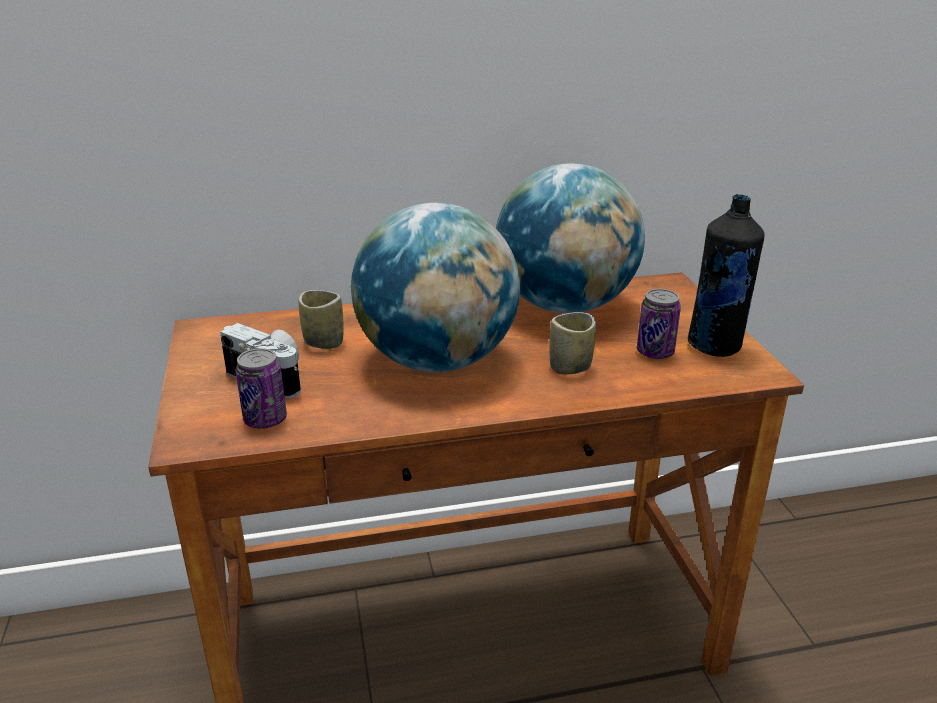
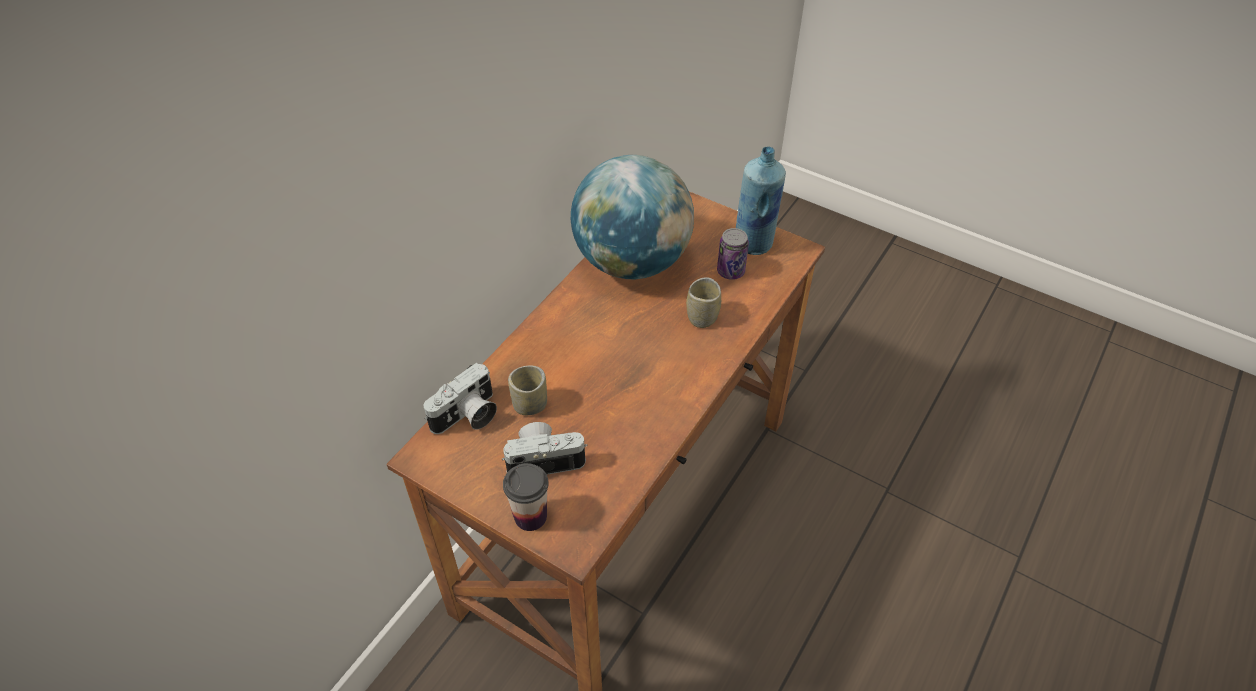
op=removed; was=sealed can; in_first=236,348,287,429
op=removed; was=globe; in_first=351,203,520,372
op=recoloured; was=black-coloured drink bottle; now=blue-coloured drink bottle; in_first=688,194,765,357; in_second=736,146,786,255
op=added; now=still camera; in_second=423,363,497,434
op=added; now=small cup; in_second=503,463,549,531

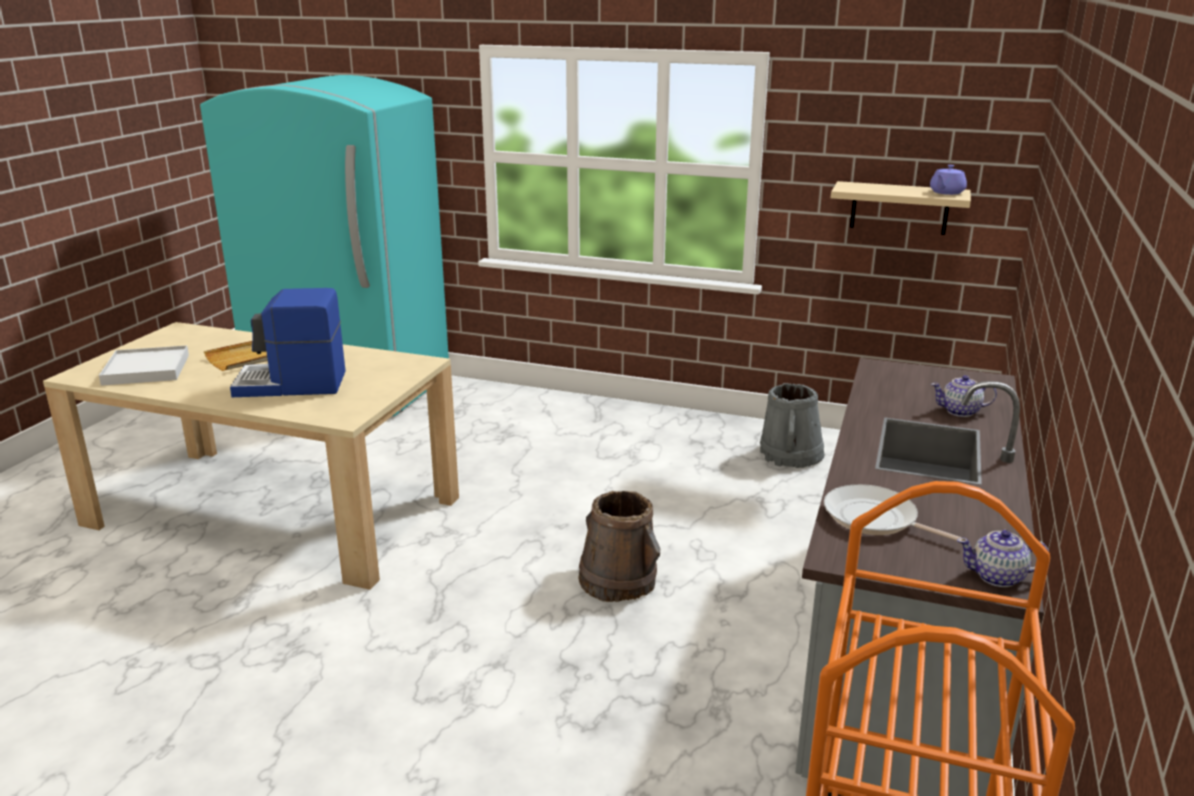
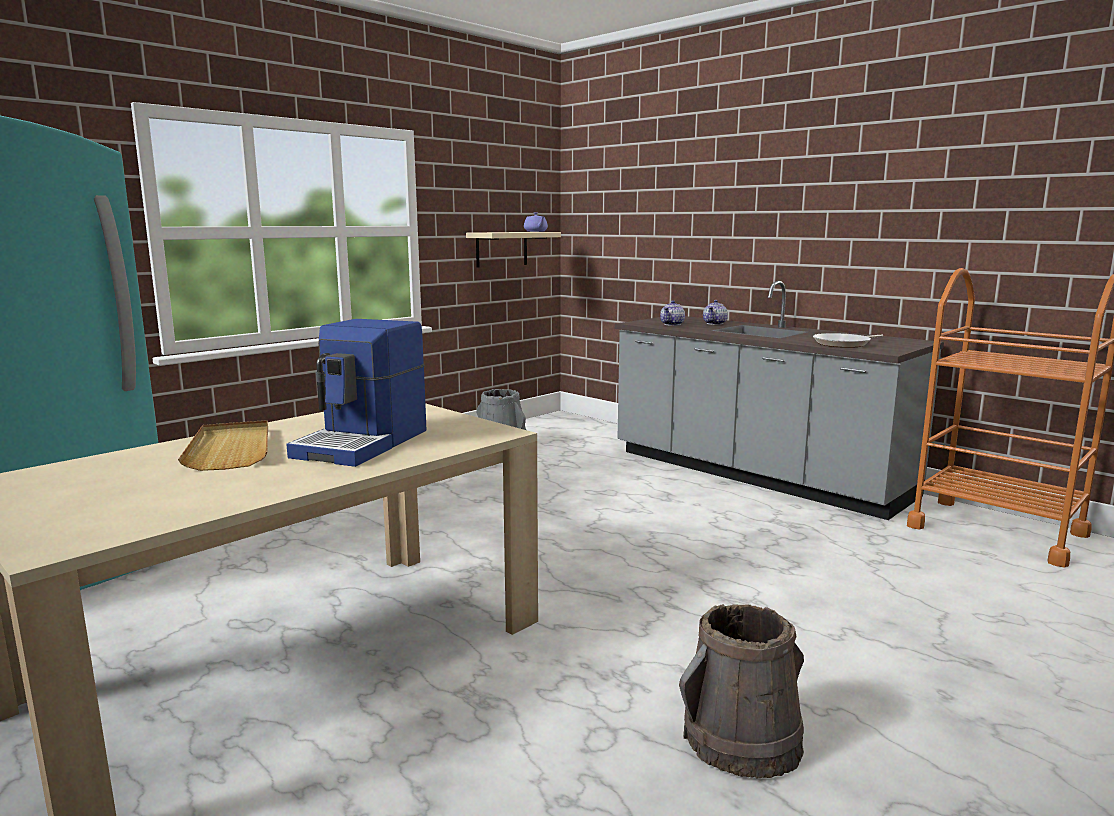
op=removed; was=white-coloured carrying tray; in_first=99,345,189,386
op=moved; was=brownish pail; in_first=578,491,660,602; in_second=679,604,804,779
op=moved; was=pot for tea; in_first=957,530,1049,587; in_second=660,300,685,326

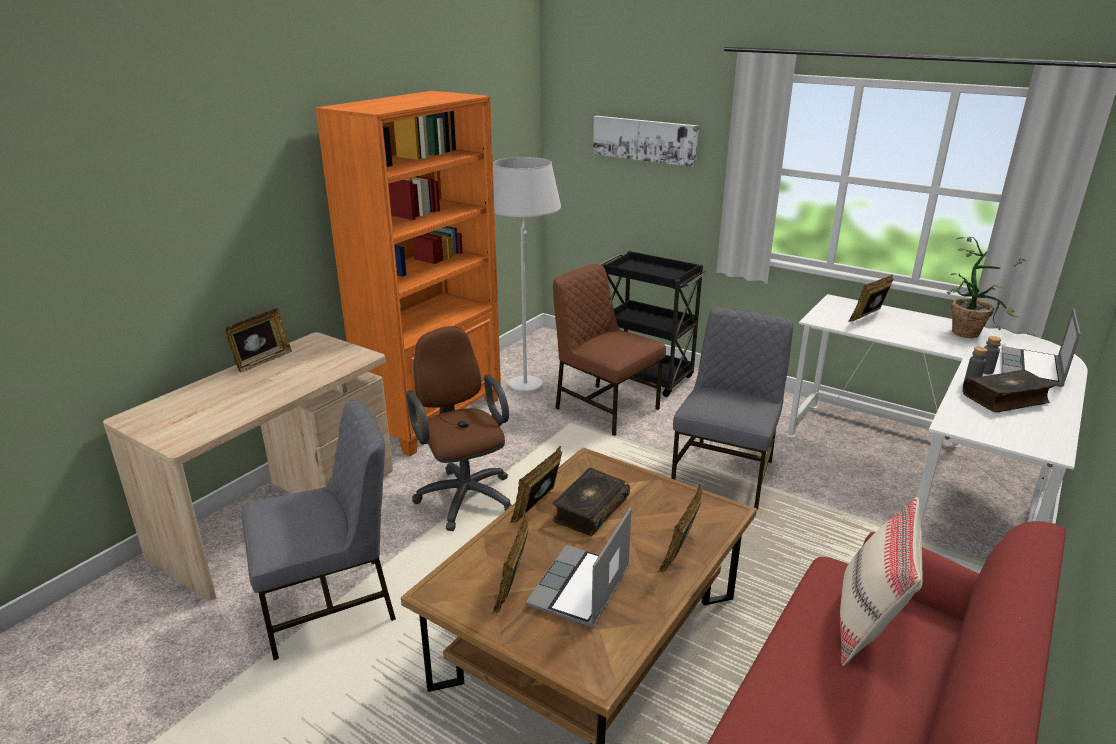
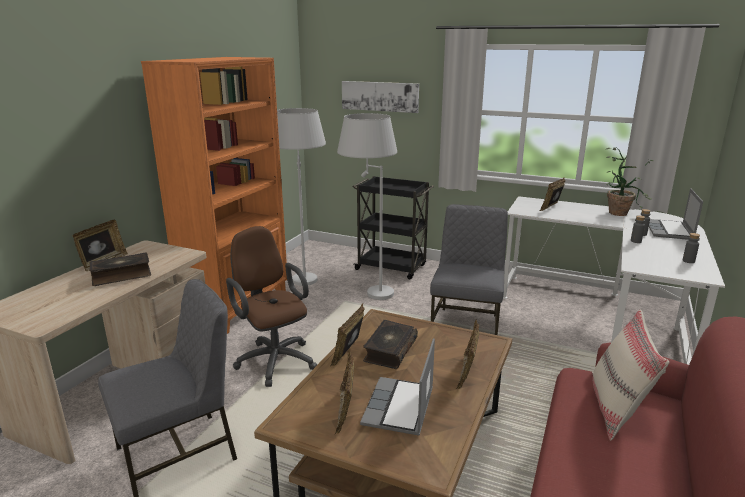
op=replaced; was=brownish upright chair; now=white-coloured standard lamp; in_first=553,264,666,436; in_second=337,113,397,300
op=moved; was=book; in_first=963,370,1055,413; in_second=89,252,151,286
op=added; now=gray drink bottle; in_second=683,233,700,263

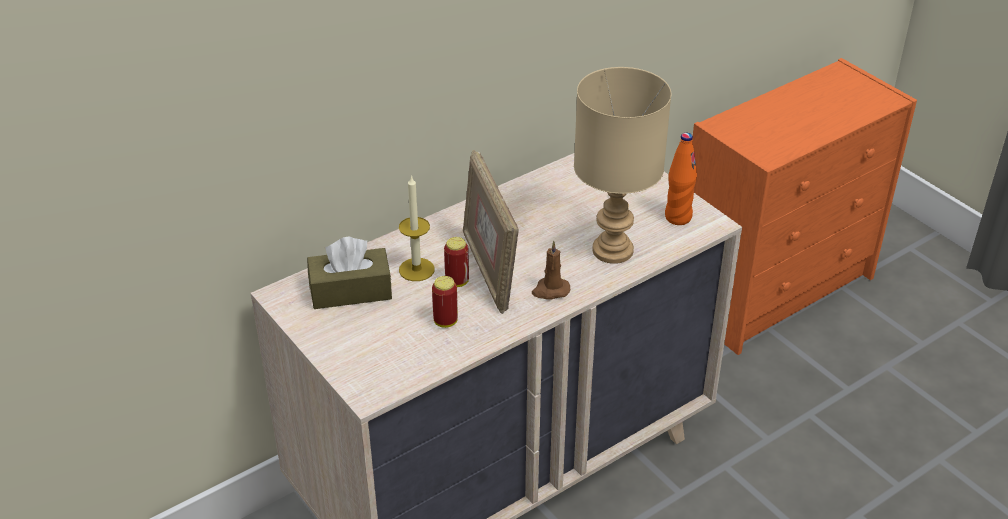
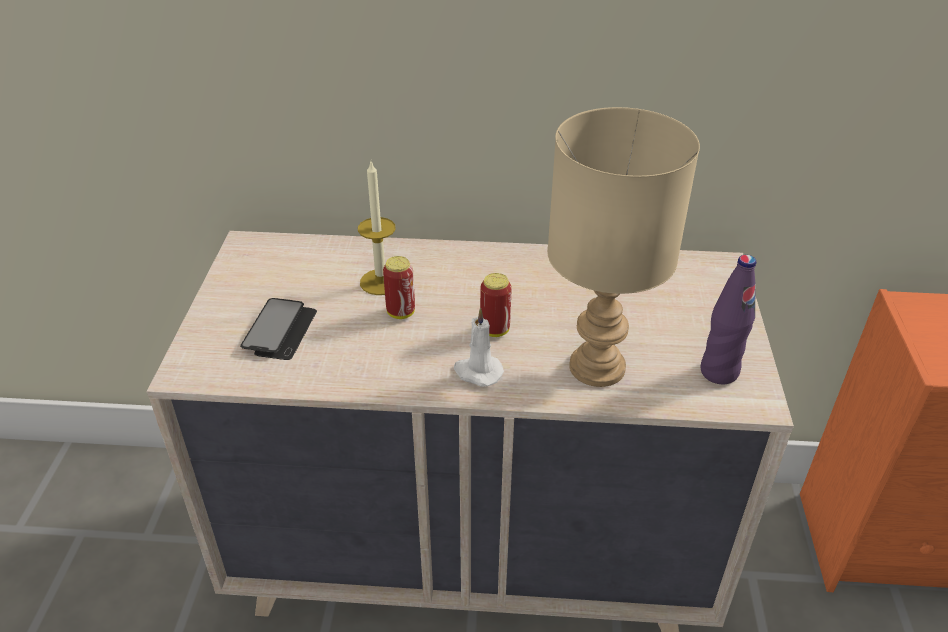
op=removed; was=brownish tissue holder; in_first=307,236,392,309
op=moved; was=sealed can; in_first=432,276,458,328; in_second=480,273,512,337
op=removed; was=picture frame; in_first=463,150,519,314
op=recoloured; was=brownish candle; now=white-coloured candle; in_first=532,241,570,299; in_second=454,308,504,387
op=recoloured; was=orange drink bottle; now=purplish drink bottle; in_first=665,133,697,225; in_second=701,255,756,384
op=added; now=handset; in_second=240,298,317,360

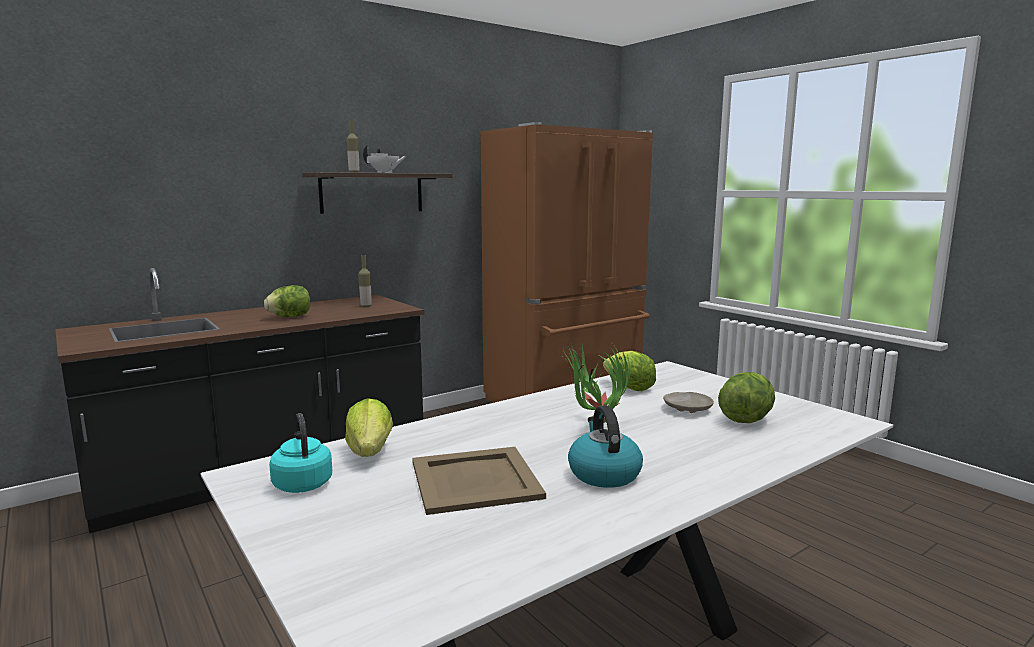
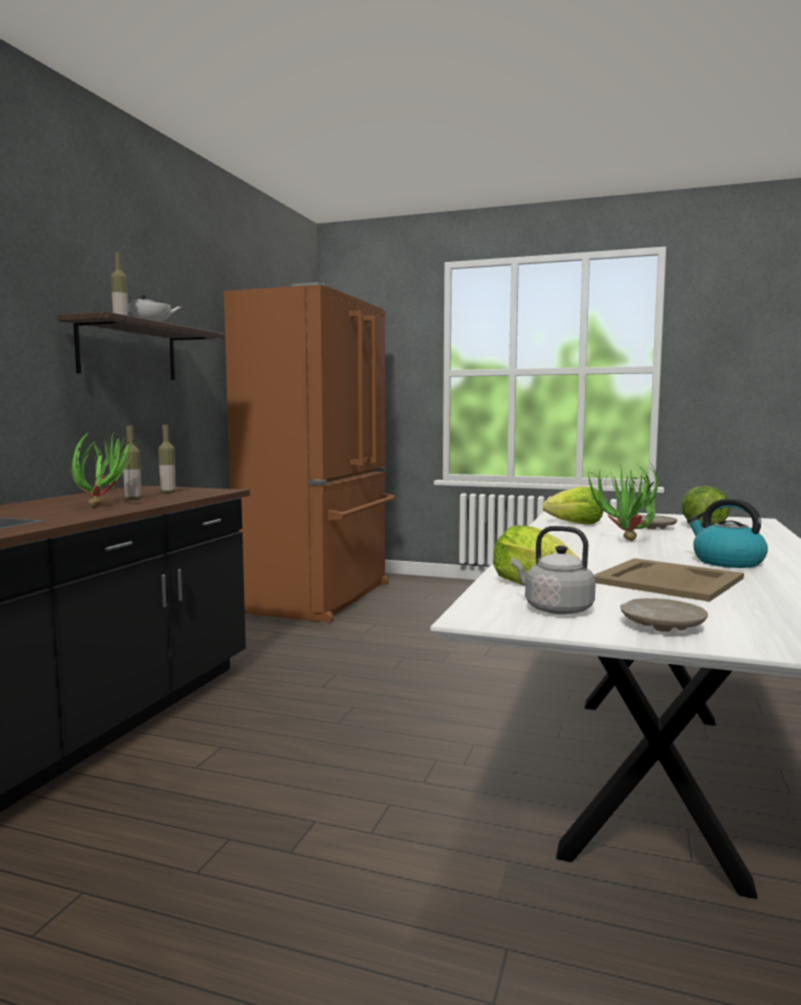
op=replaced; was=lettuce; now=potted plant; in_first=264,285,310,317; in_second=70,432,135,507
op=recoloured; was=turquoise kettle; now=gray kettle; in_first=269,413,332,493; in_second=511,526,596,615
op=added; now=drink bottle; in_second=122,426,141,500
op=added; now=sand-coloured dinner plate; in_second=620,598,708,632

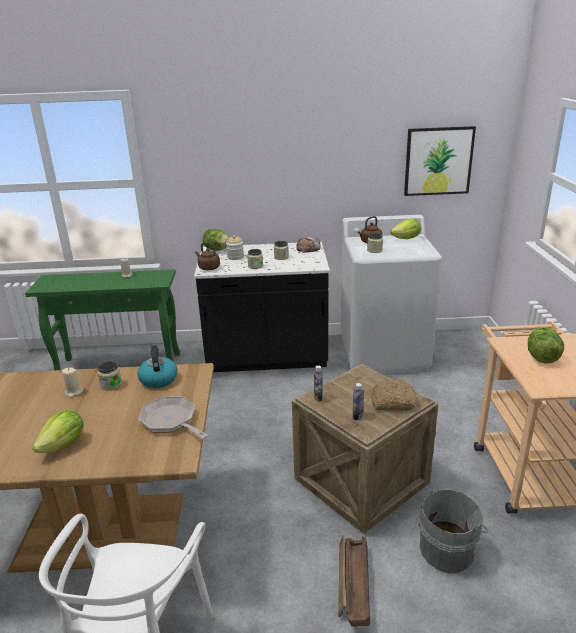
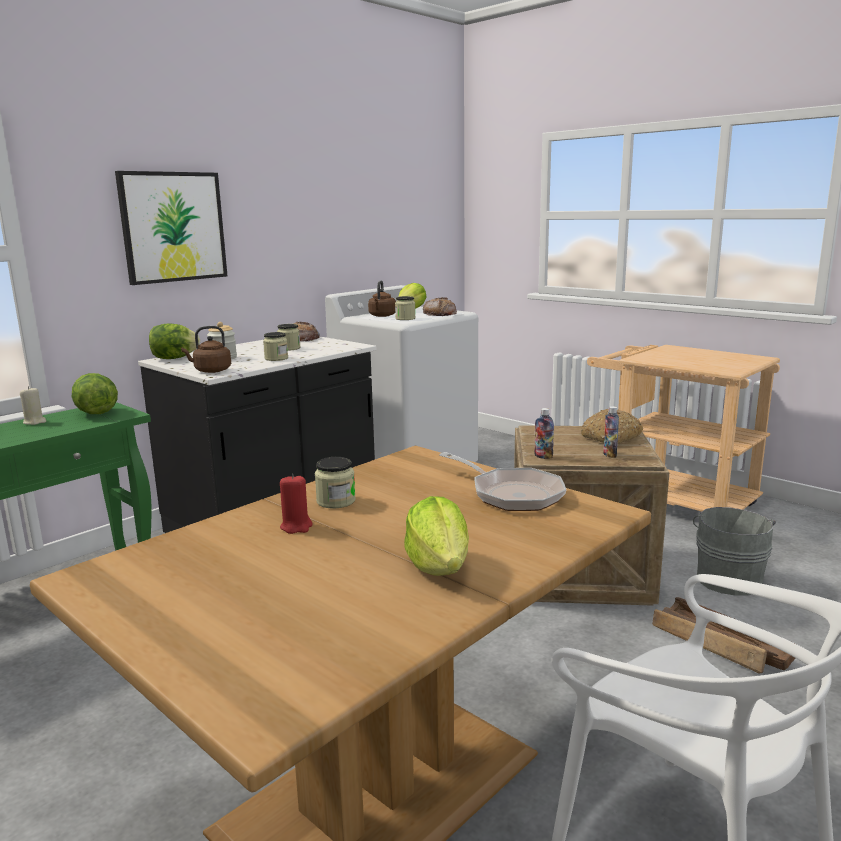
op=recoloured; was=sand-coloured candle; now=red candle; in_first=62,368,83,398; in_second=280,474,313,534
op=removed; was=kettle; in_first=137,345,177,388
op=turned; was=pan; in_first=138,397,208,439; in_second=439,452,566,511; clockwise=-135
op=moved; was=wall art; in_first=404,126,476,196; in_second=115,171,227,285
op=moved; was=lettuce; in_first=528,327,564,364; in_second=72,373,118,414
op=added; now=bread; in_second=423,297,457,316

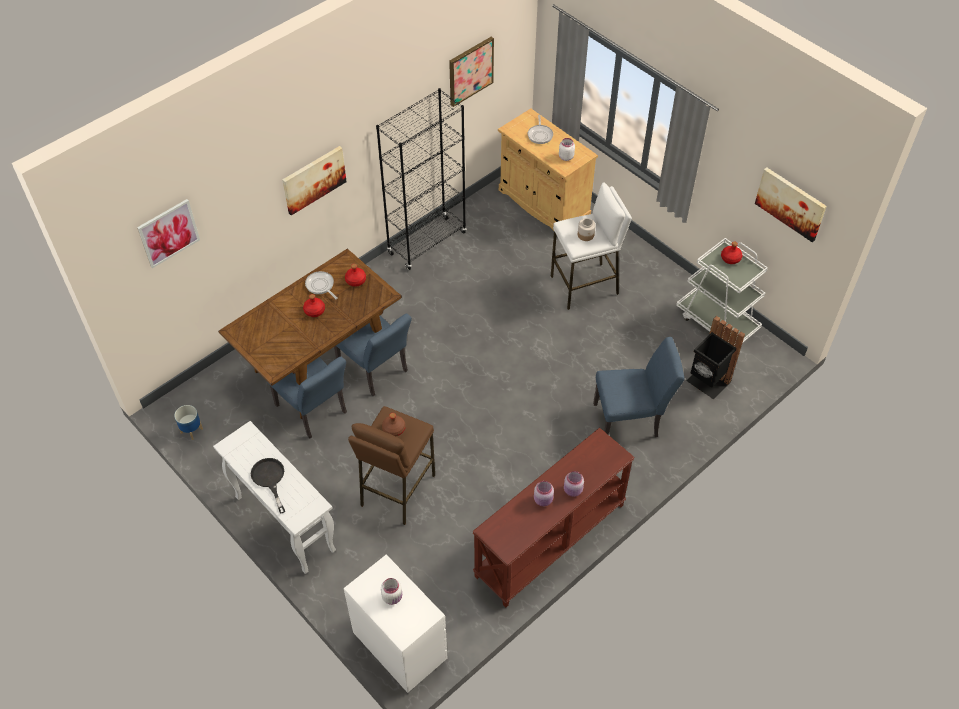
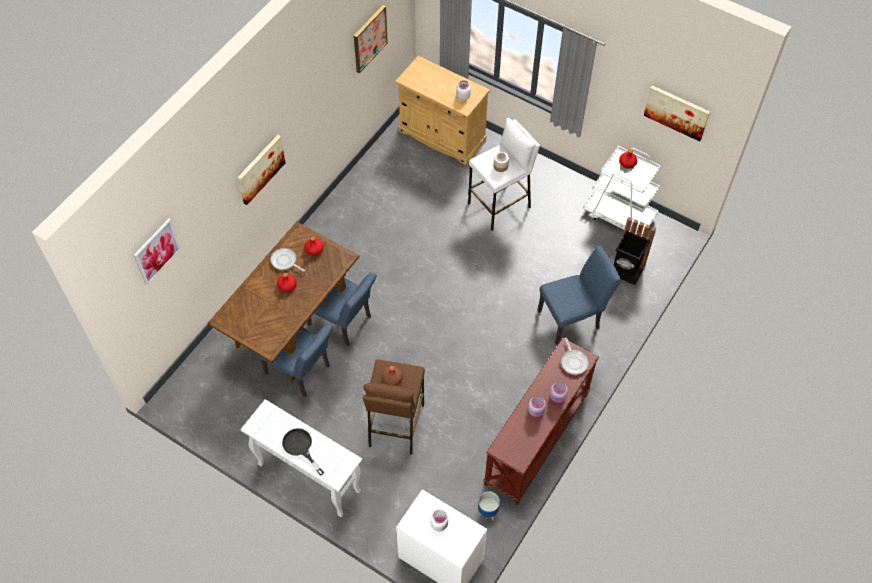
op=moved; was=plant pot; in_first=174,405,203,440; in_second=478,491,500,521
op=removed; was=black-coloured bookshelf; in_first=376,88,466,270
op=moved; was=pan; in_first=528,115,553,144; in_second=561,338,589,375

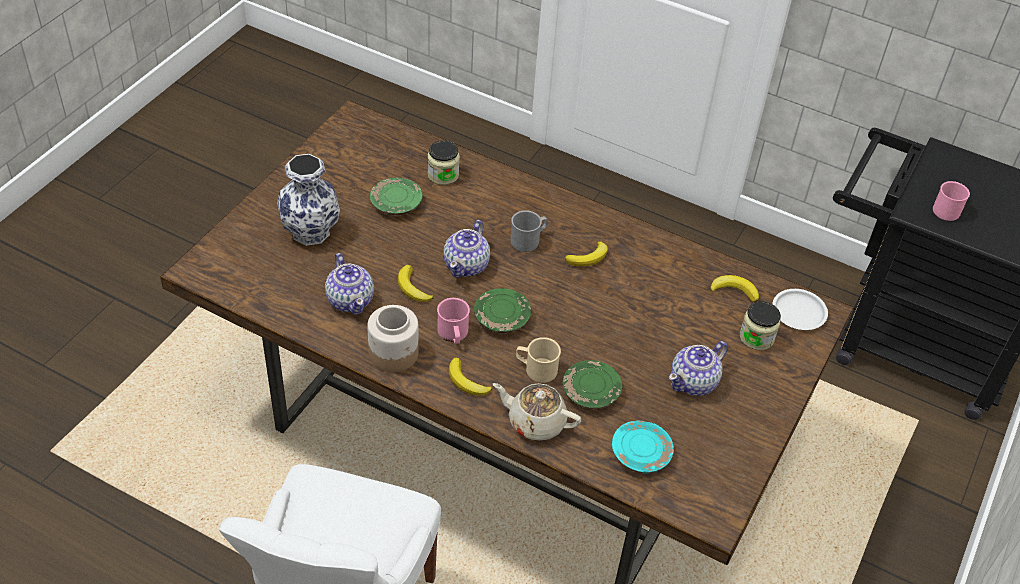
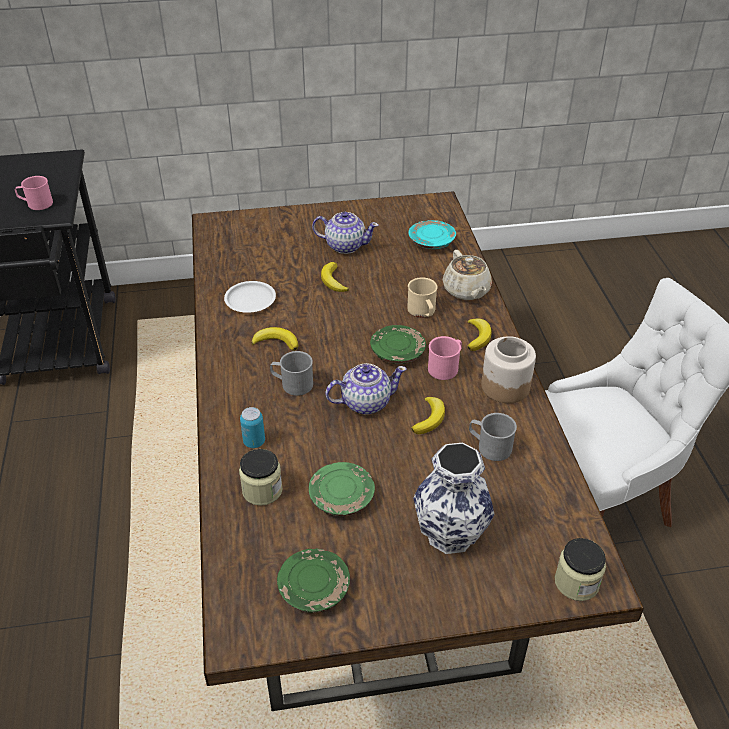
op=replaced; was=pot for tea; now=gray coffee mug; in_first=325,253,374,315; in_second=469,413,517,461
op=moved; was=greenish dinner plate; in_first=562,360,622,409; in_second=277,549,350,613
op=moved; was=banana; in_first=710,275,759,303; in_second=321,262,349,292
op=moved; was=jar; in_first=740,301,781,350; in_second=555,538,606,601
op=moved; was=white-coloured dinner plate; in_first=772,289,828,330; in_second=224,281,276,313
op=added; now=sealed can; in_second=240,407,265,448

